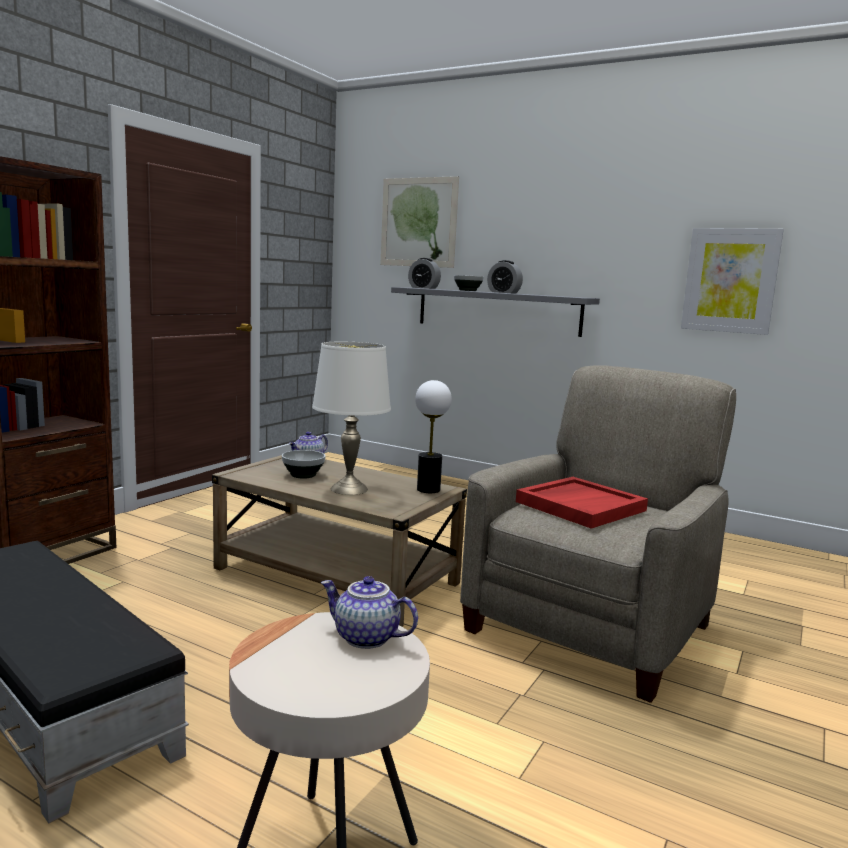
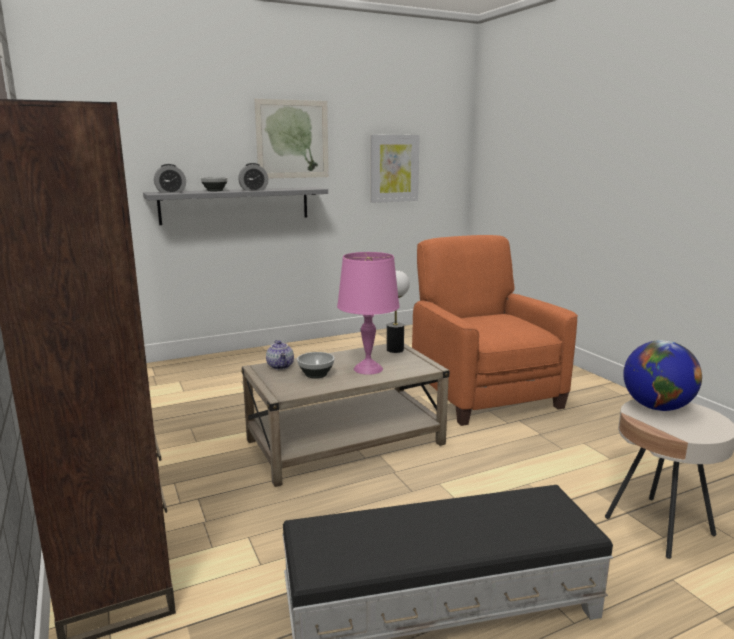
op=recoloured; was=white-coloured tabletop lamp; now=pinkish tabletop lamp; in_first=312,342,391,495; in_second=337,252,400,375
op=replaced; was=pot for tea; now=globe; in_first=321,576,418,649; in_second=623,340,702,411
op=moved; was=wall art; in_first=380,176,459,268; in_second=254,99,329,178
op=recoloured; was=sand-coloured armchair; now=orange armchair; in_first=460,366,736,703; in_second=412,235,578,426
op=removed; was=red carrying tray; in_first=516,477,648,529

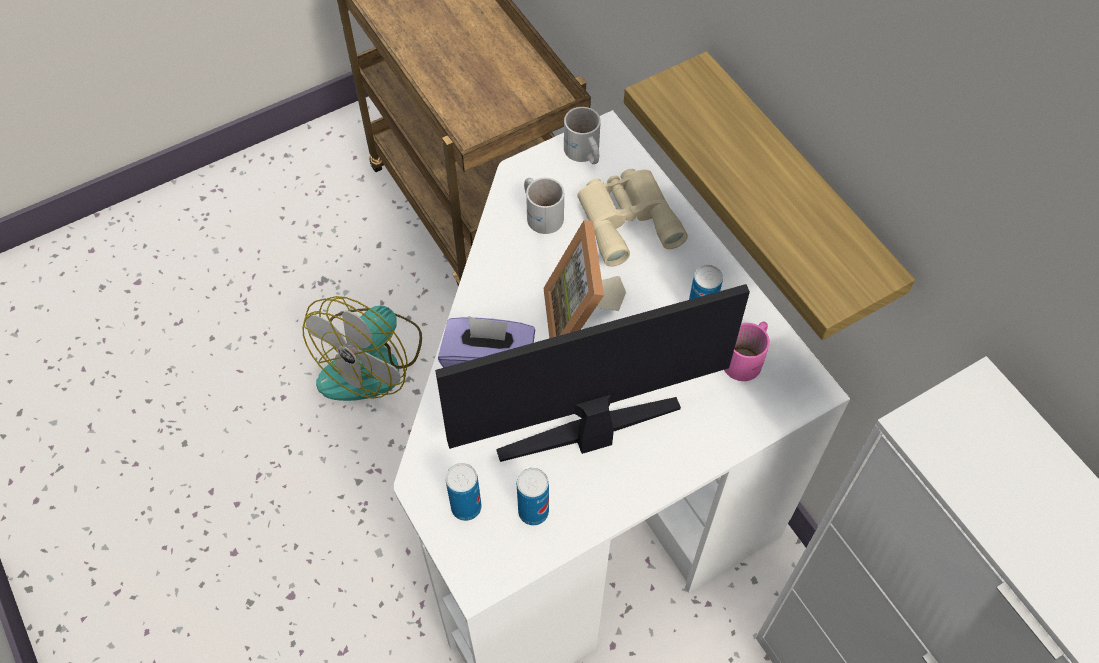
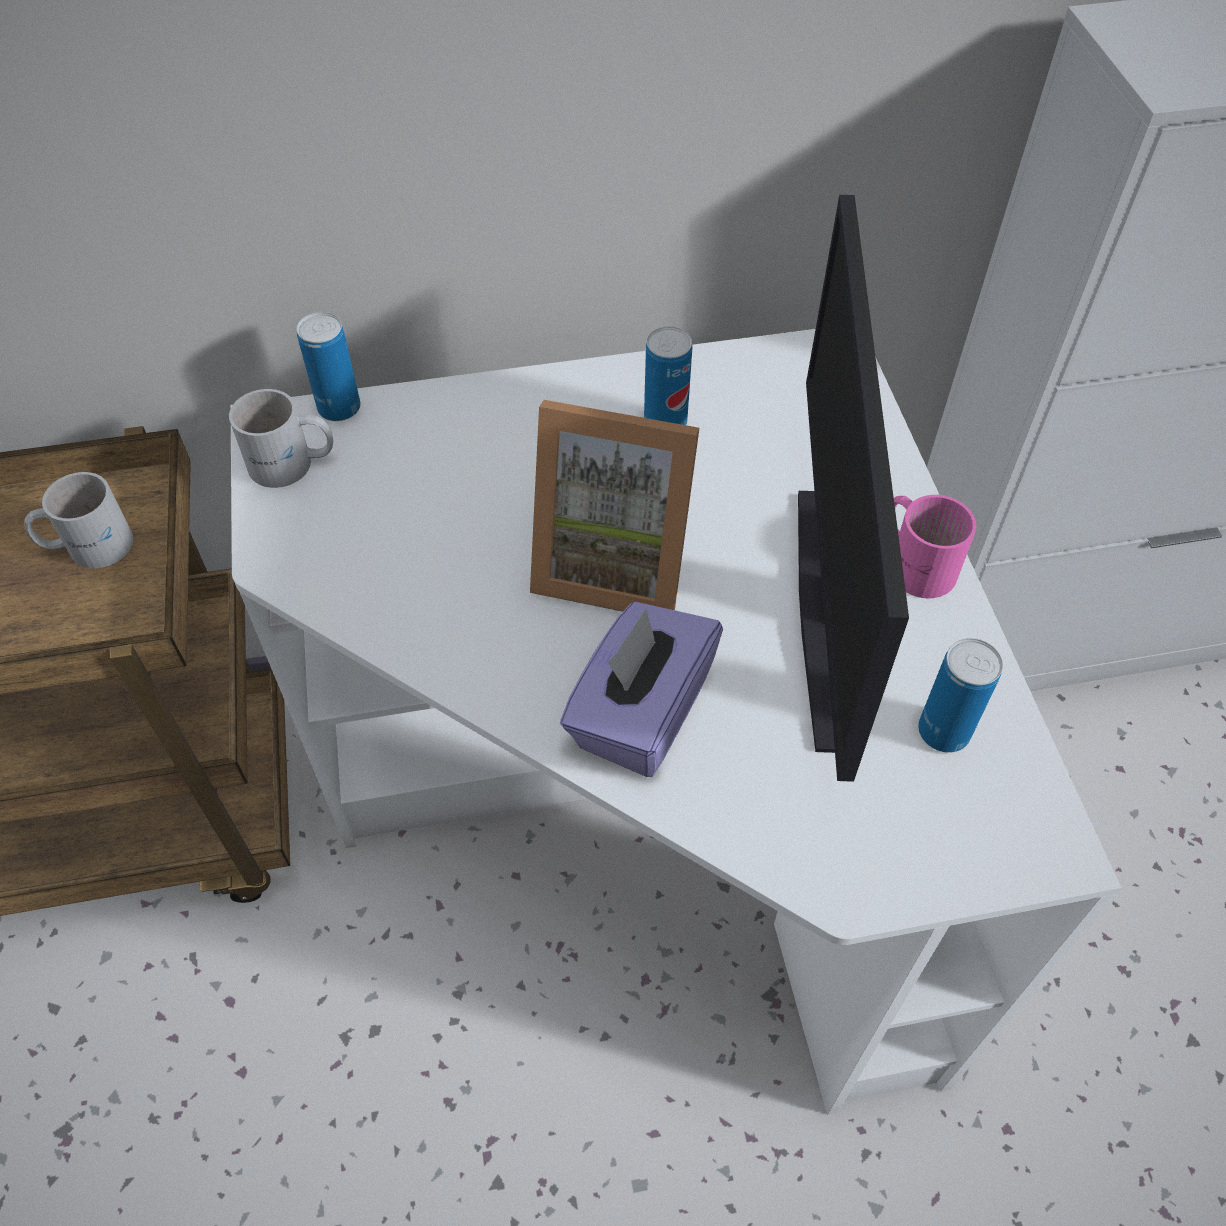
op=removed; was=fan; in_first=302,296,422,401
op=moved; was=sealed can; in_first=446,463,482,521; in_second=296,312,361,421
op=moved; was=white-coloured coffee mug; in_first=524,178,564,234; in_second=24,472,134,568
op=removed; was=sand-coloured field glasses; in_first=577,169,688,267
op=removed; was=bracket shelf; in_first=624,51,915,340
op=moved; was=pinkish coffee mug; in_first=724,321,770,381; in_second=894,495,976,598

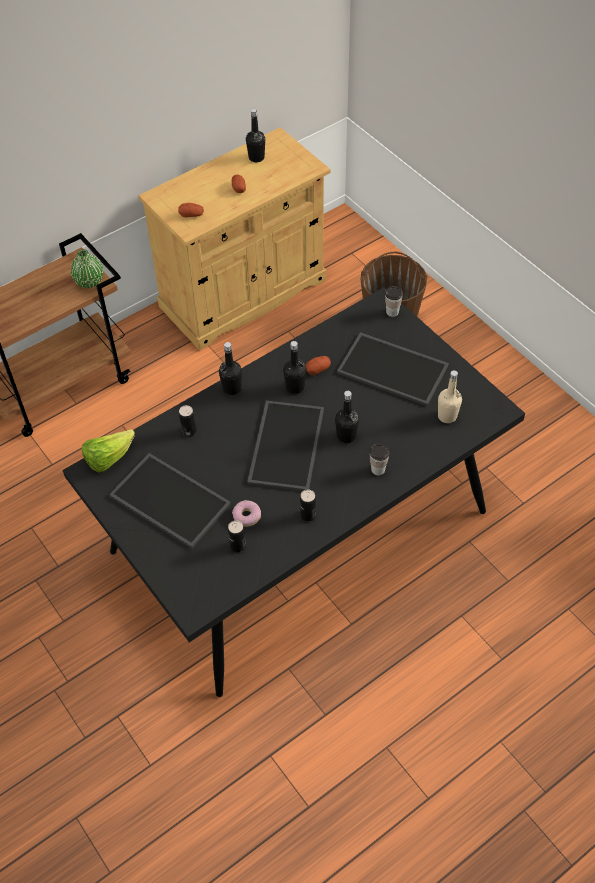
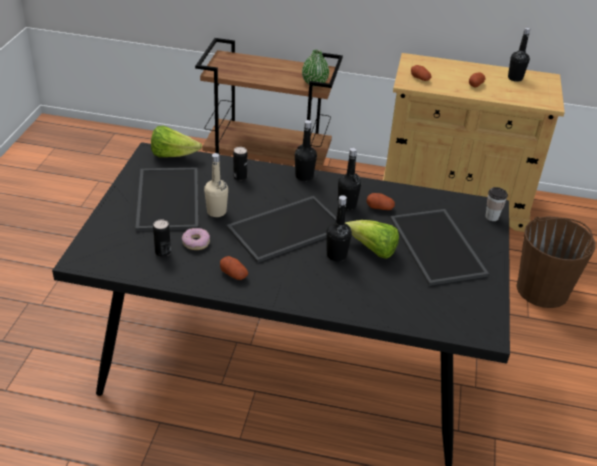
op=replaced; was=sealed can; now=whole potato; in_first=300,489,316,521; in_second=220,256,248,280
op=removed; was=small cup; in_first=370,444,390,475
op=moved; was=sand-coloured drink bottle; in_first=438,370,462,423; in_second=204,153,228,217
op=added; now=lettuce; in_second=345,220,399,259

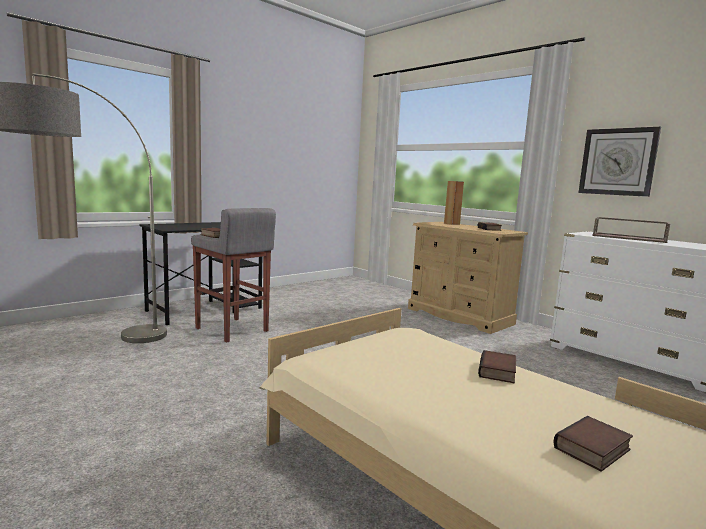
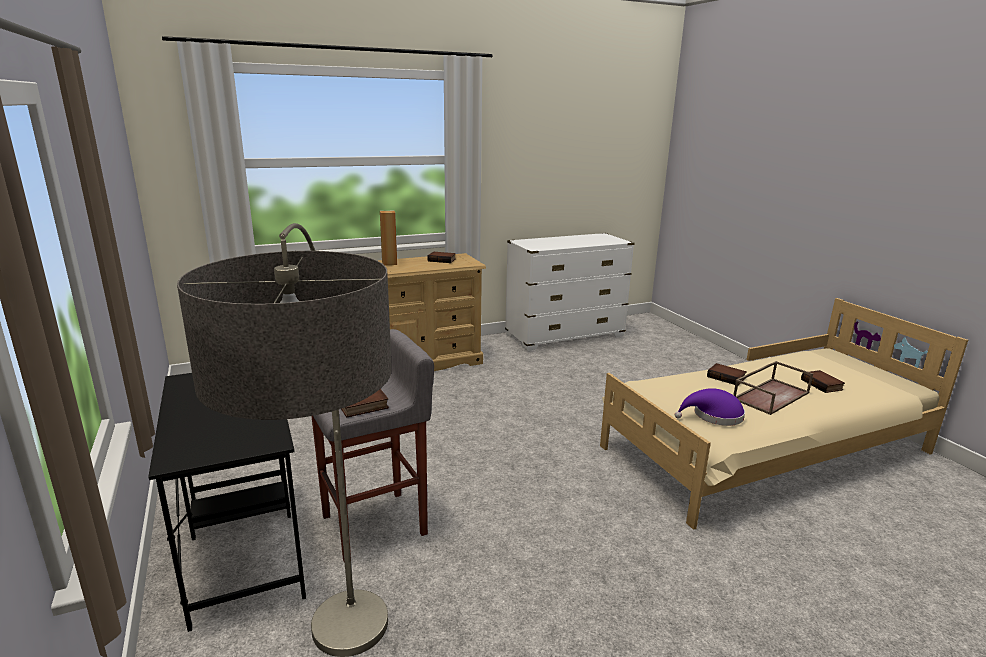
op=removed; was=clock on the wall; in_first=578,127,661,197
op=moved; was=brownish carrying tray; in_first=592,217,670,243; in_second=733,361,813,415
op=added; now=purplish wearable hat; in_second=675,388,745,426

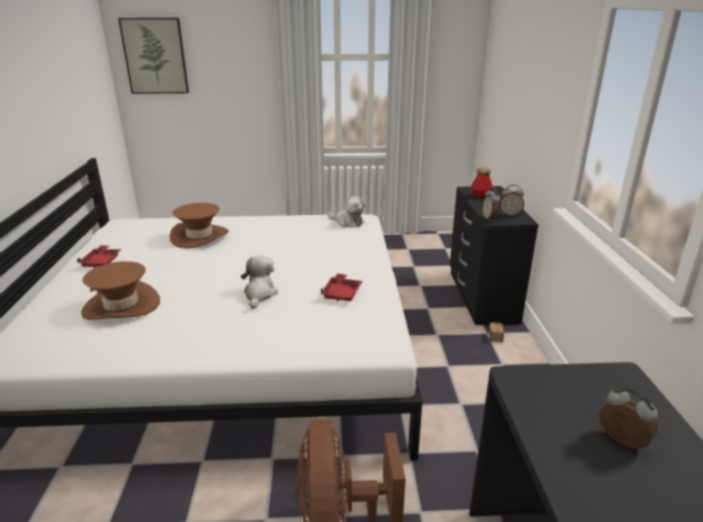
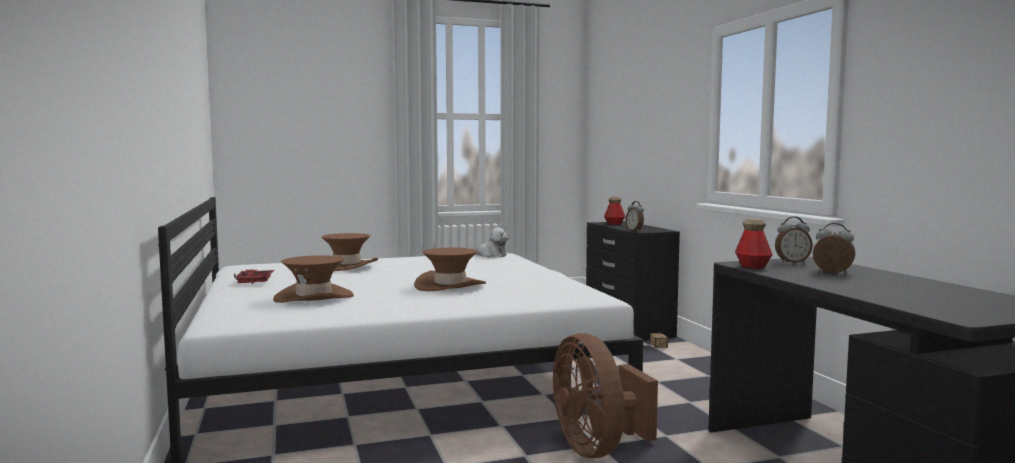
op=removed; was=wall art; in_first=118,18,189,94
op=replaced; was=cuddly toy; now=brownish wearable hat; in_first=241,256,278,309; in_second=414,247,486,291
op=removed; was=red carrying tray; in_first=320,273,362,301
op=moved; was=table clock; in_first=499,185,524,216; in_second=775,217,813,263
op=added; now=drink bottle; in_second=735,219,773,269

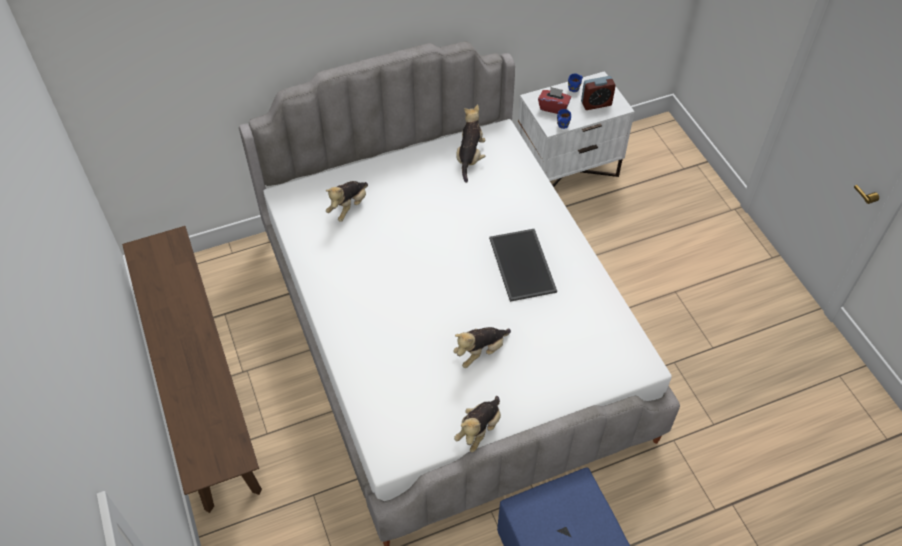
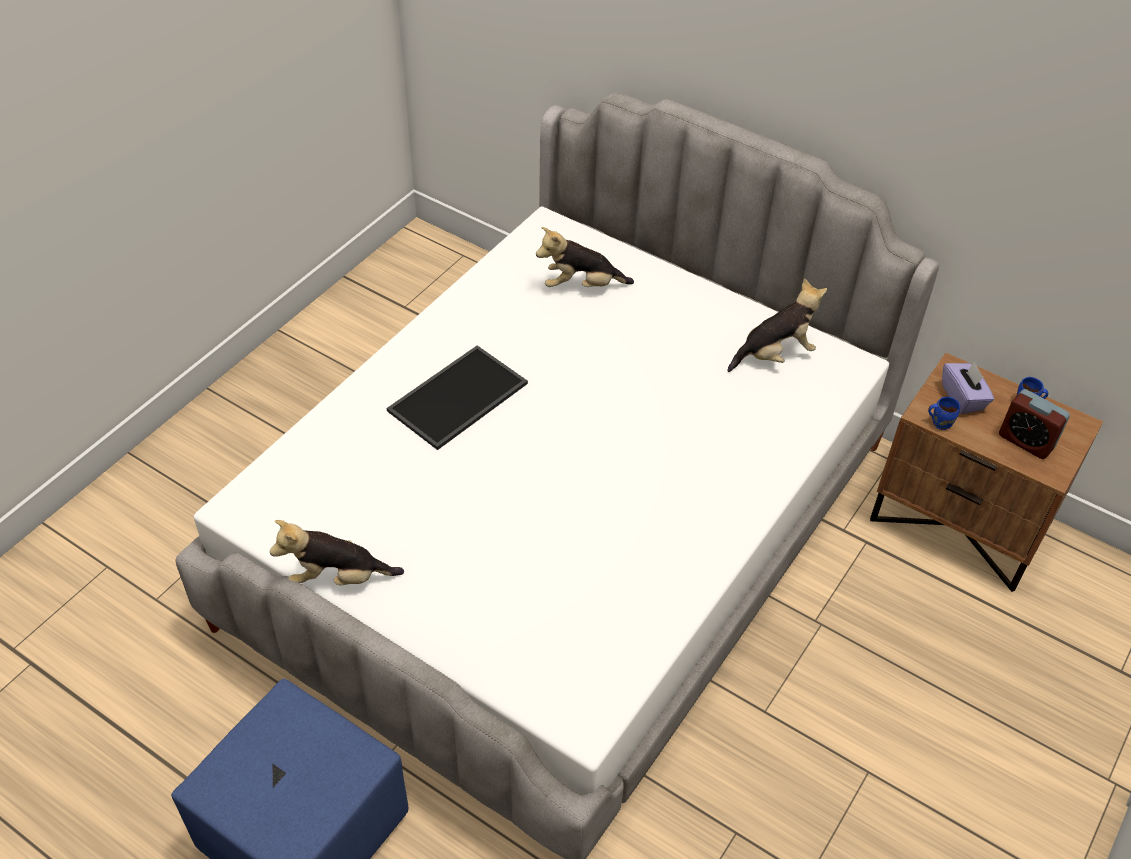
op=removed; was=brownish bench; in_first=122,226,262,513
op=removed; was=cuddly toy; in_first=453,327,511,368
op=moved; was=carrying tray; in_first=489,229,557,302; in_second=387,345,528,450
op=recoloured; was=white-coloured night table; now=brownish night table; in_first=517,71,635,187; in_second=870,353,1103,592
op=recoloured; was=red tissue holder; now=purplish tissue holder; in_first=538,87,571,114; in_second=942,361,994,414

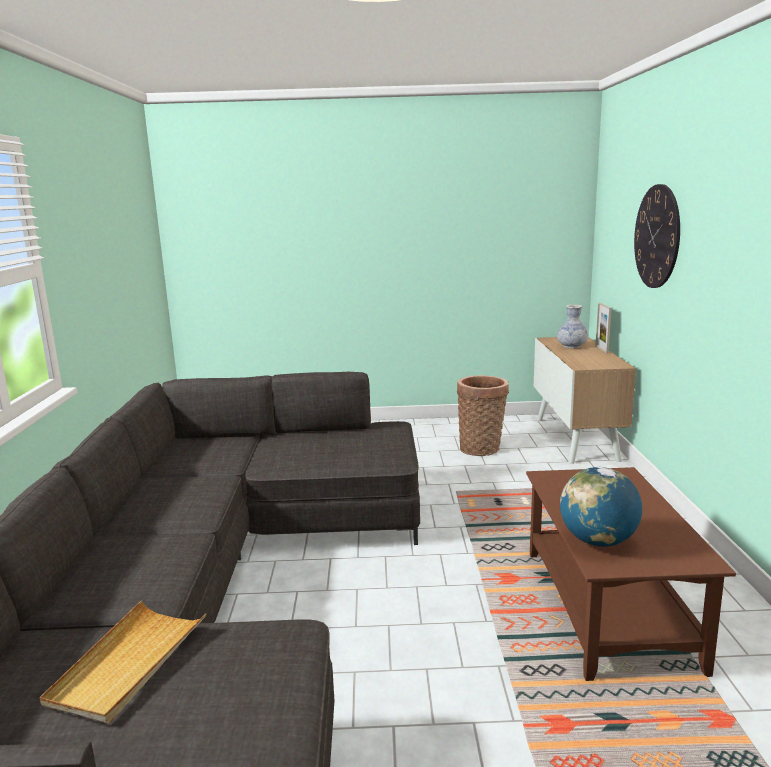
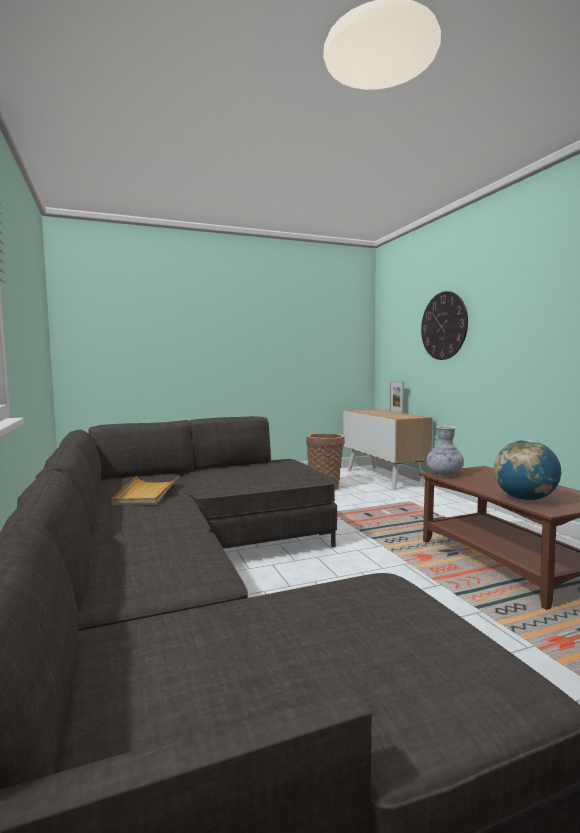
op=moved; was=sand-coloured carrying tray; in_first=40,601,207,724; in_second=111,476,179,505
op=moved; was=vase; in_first=557,305,588,348; in_second=427,426,464,477

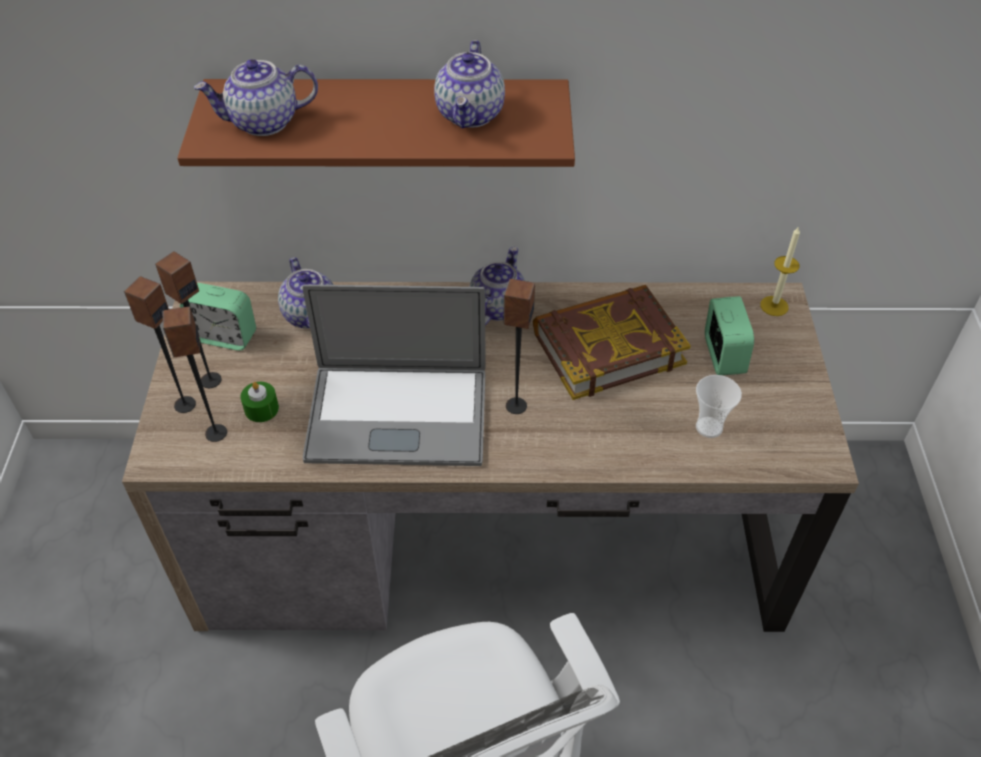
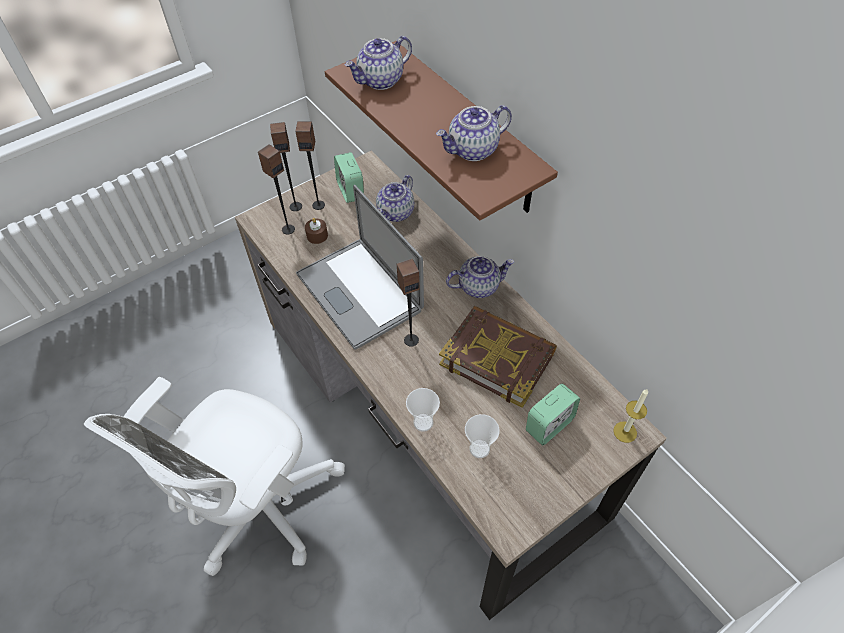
op=turned; was=pot for tea; in_first=194,59,318,136; in_second=345,36,412,90; clockwise=-75
op=recoloured; was=greenish candle; now=brownish candle; in_first=240,382,279,422; in_second=305,218,328,244
op=added; now=small cup; in_second=406,388,440,432

